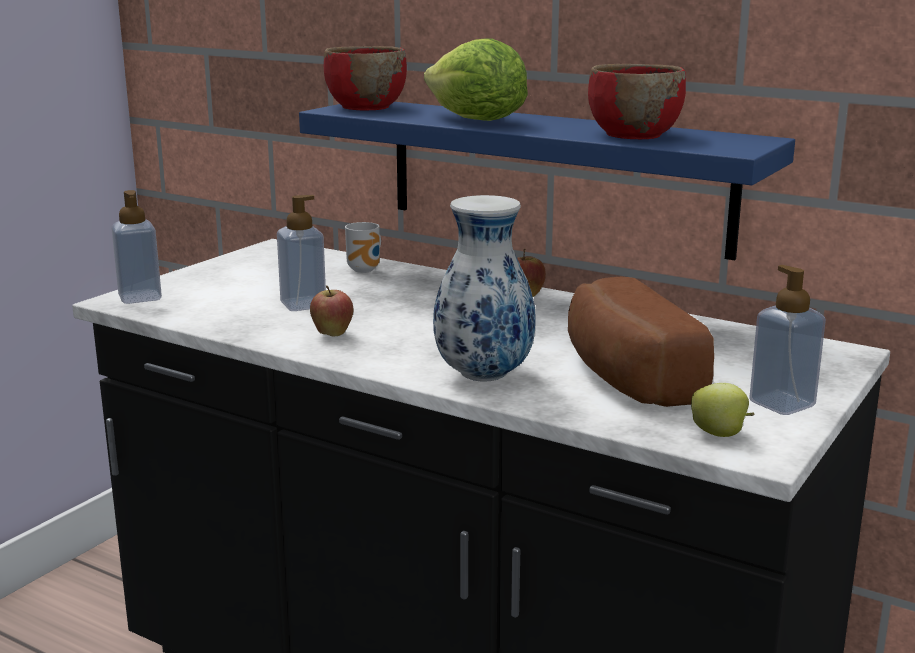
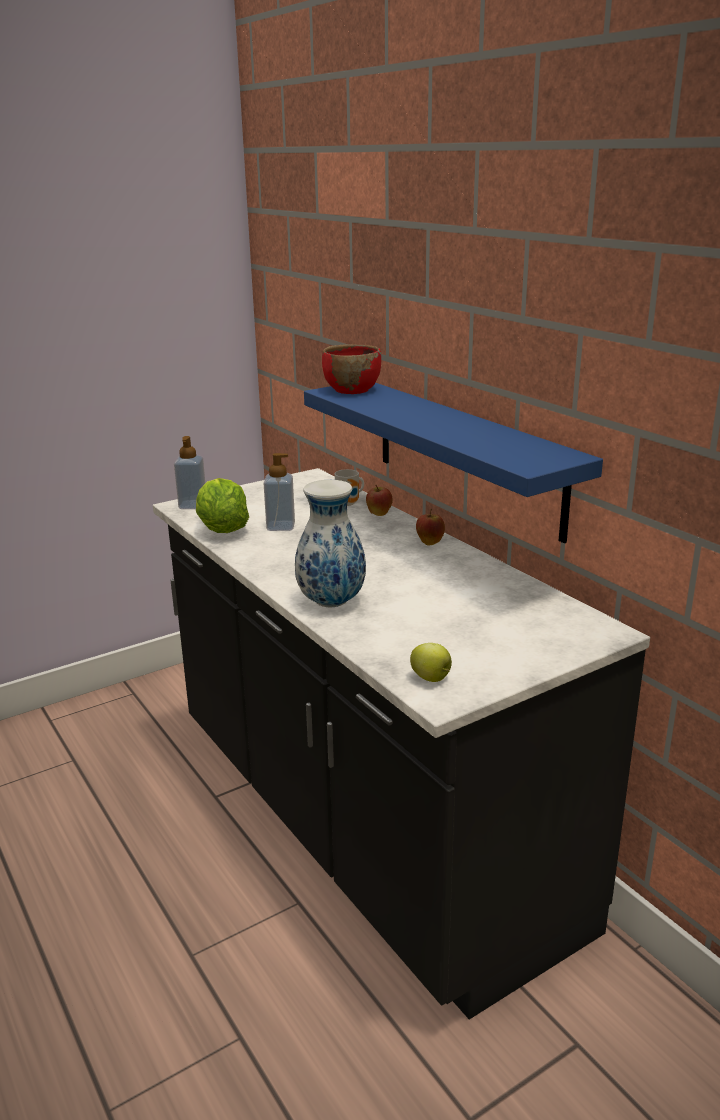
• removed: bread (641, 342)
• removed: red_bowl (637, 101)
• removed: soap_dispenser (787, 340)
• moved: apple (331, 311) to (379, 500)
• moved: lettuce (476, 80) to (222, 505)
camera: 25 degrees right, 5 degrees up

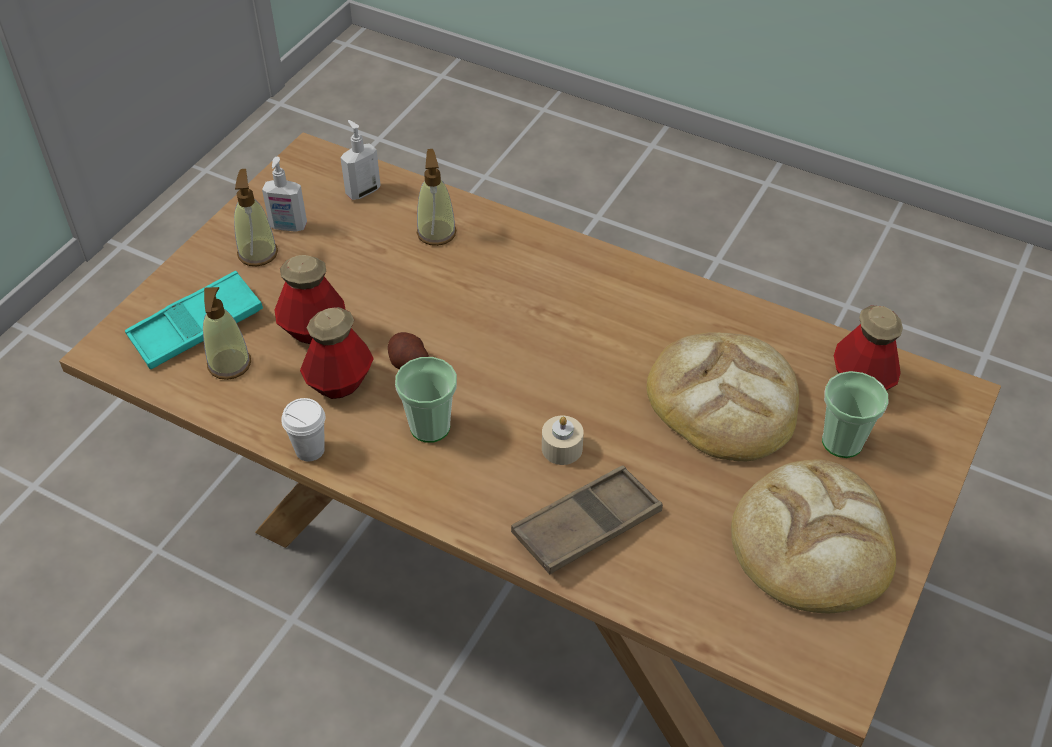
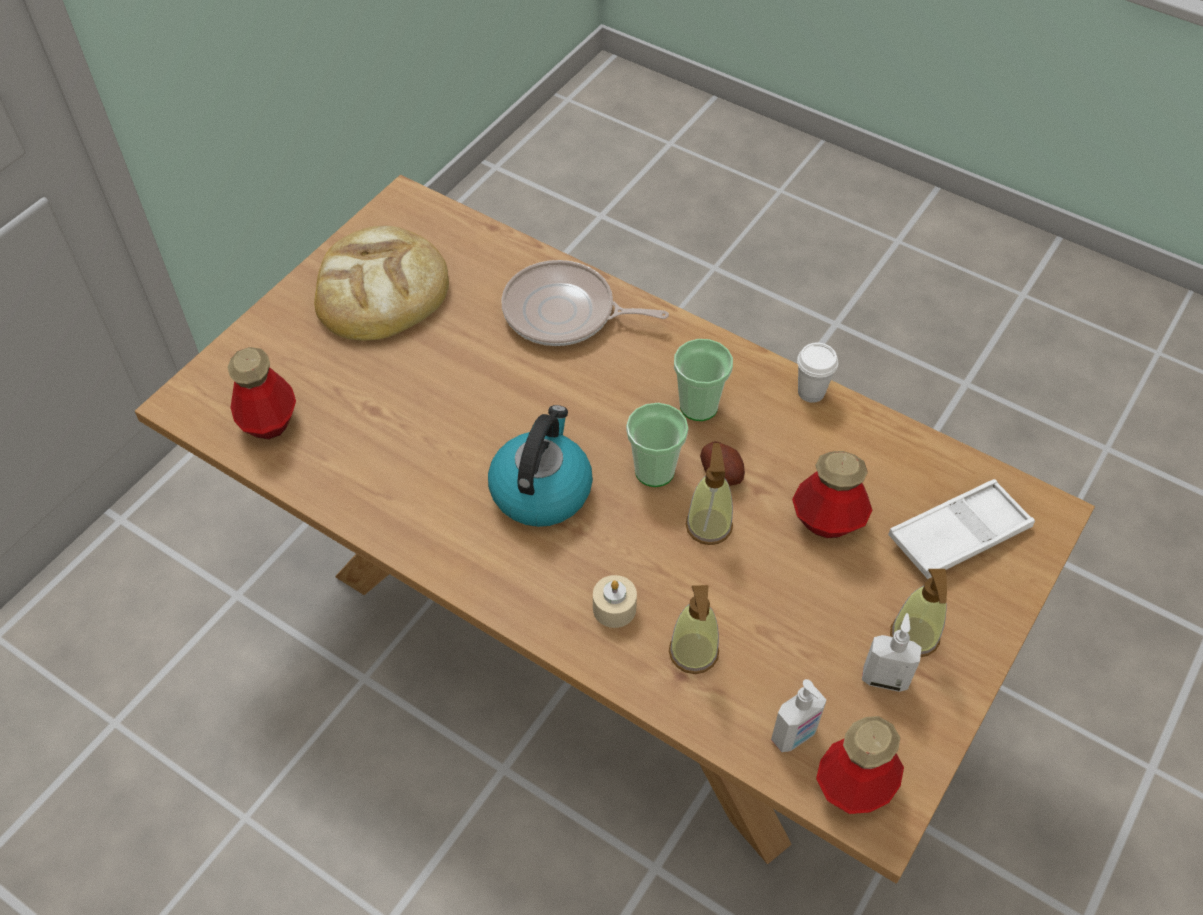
• removed: bread (723, 397)
• added: kettle (540, 466)
• moved: soap_dispenser (227, 333) to (709, 494)
• moved: bottle (337, 353) to (860, 765)
• moved: beige_candle (563, 440) to (615, 601)
• moved: cup (855, 414) to (657, 445)
• replaced: brown_tray (587, 520) to frying_pan (585, 303)
• recoloured: turquoise_tray (194, 320) to white_tray (961, 529)
camera: 175 degrees left, 5 degrees up

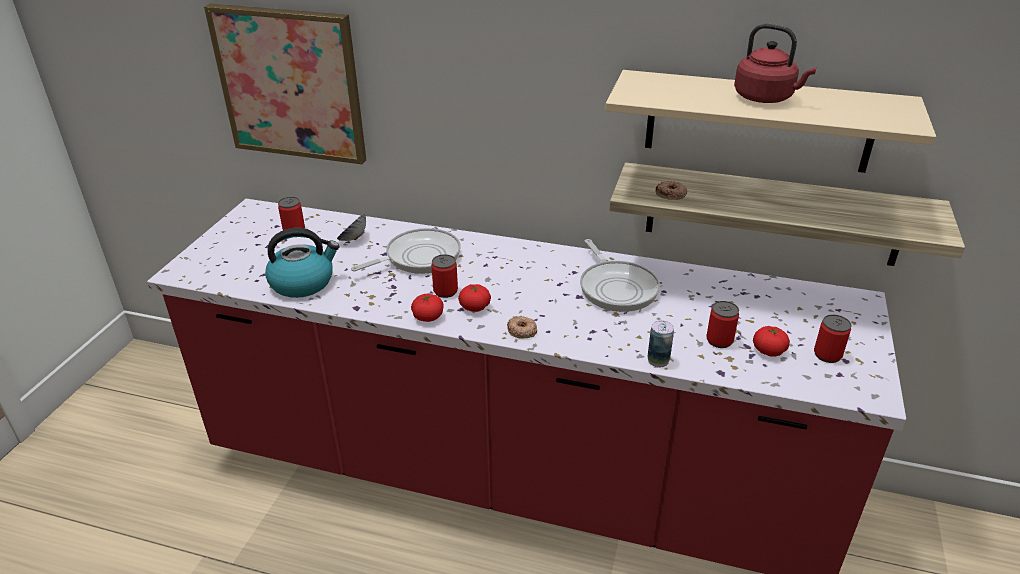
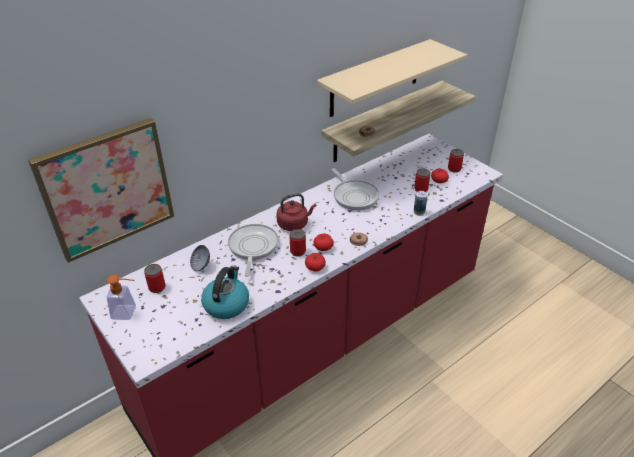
• added: soap_dispenser (121, 297)
• moved: red_kettle (775, 63) to (296, 212)
• turned: frying_pan (620, 275) = (355, 189) 45 degrees clockwise
camera: 55 degrees left, 5 degrees up

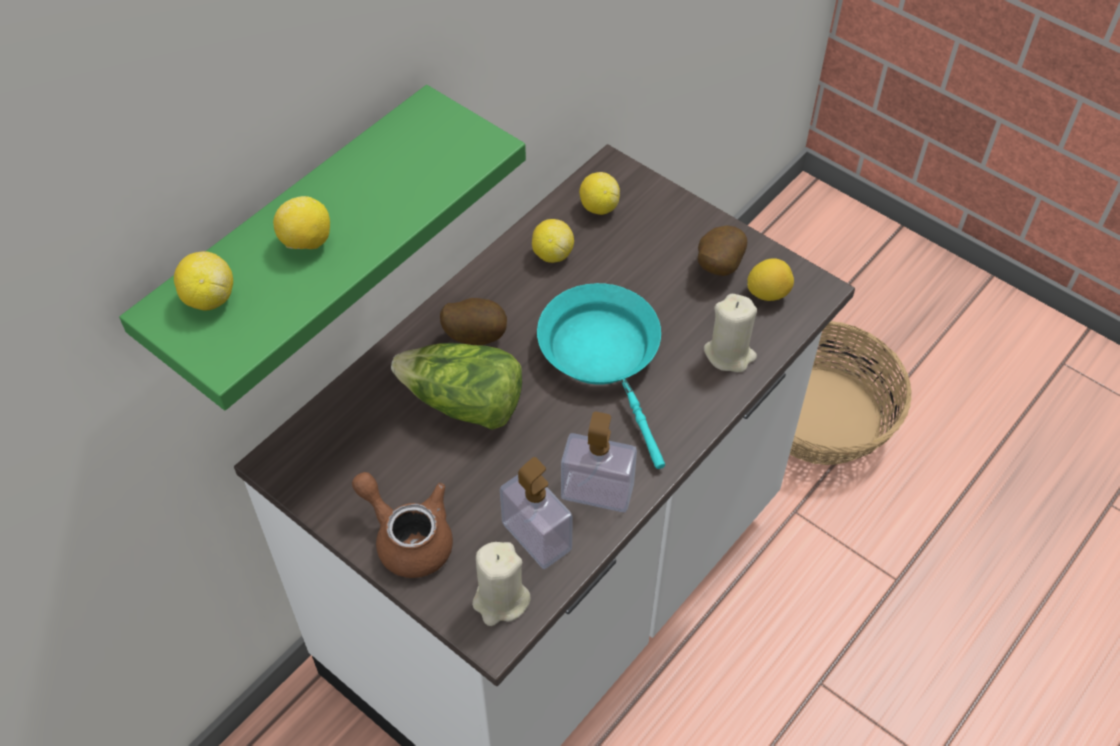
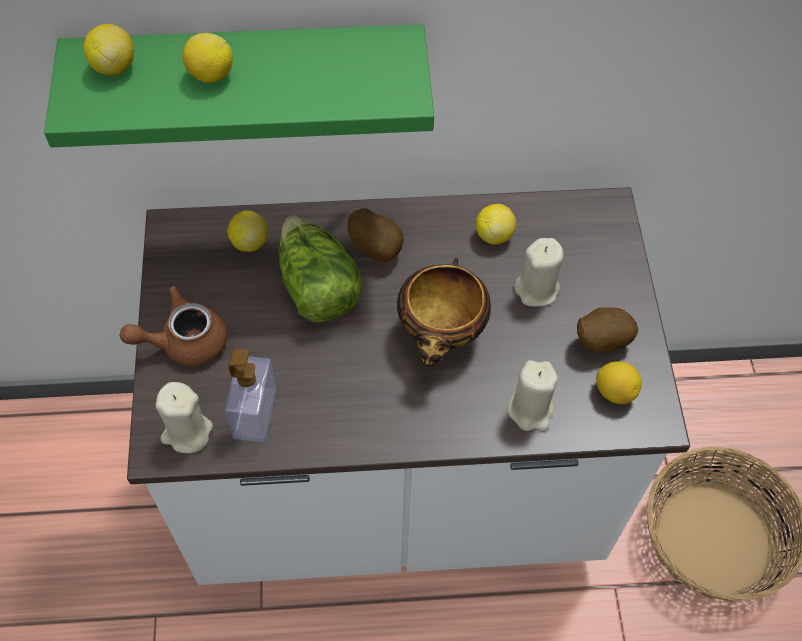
• removed: soap_dispenser (599, 462)
• added: beige_candle (538, 272)
• moved: lemon (599, 193) to (247, 231)
• replaced: turquoise_frying_pan (601, 376) to bowl (444, 312)
• turned: brown_teapot (402, 525) = (173, 326) 105 degrees counterclockwise
camera: 45 degrees right, 5 degrees up

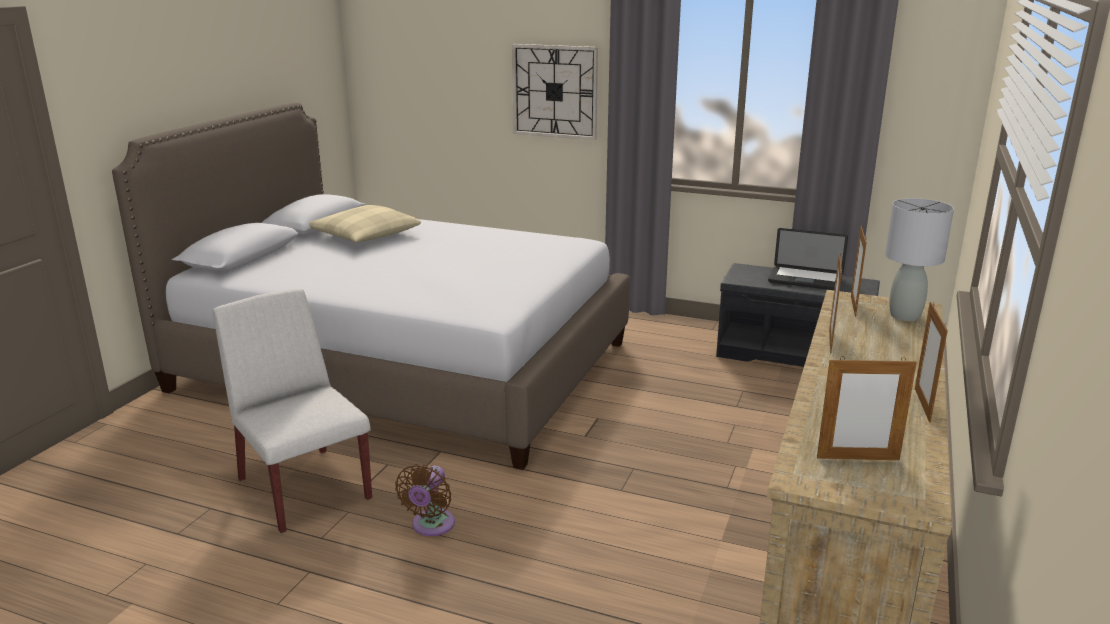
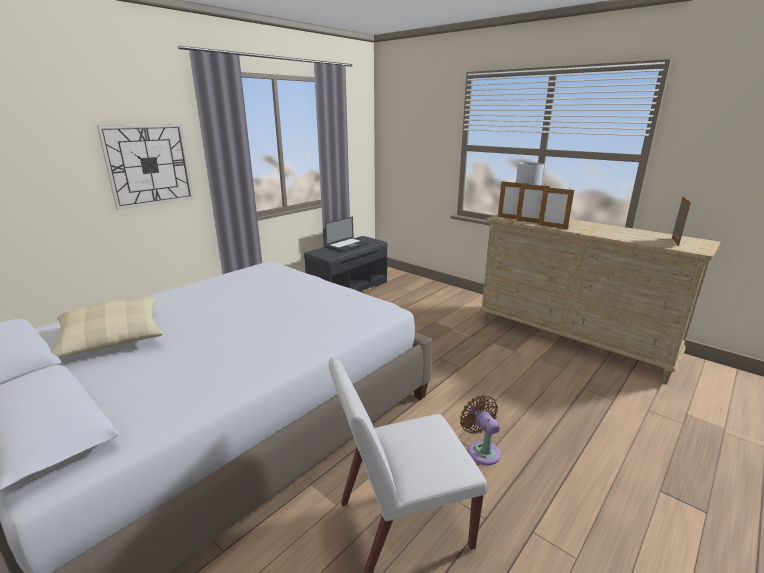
• moved: picture_frame (931, 362) to (533, 203)
• turned: brown_fan (425, 500) = (480, 430) 150 degrees counterclockwise
camera: 70 degrees left, 0 degrees up

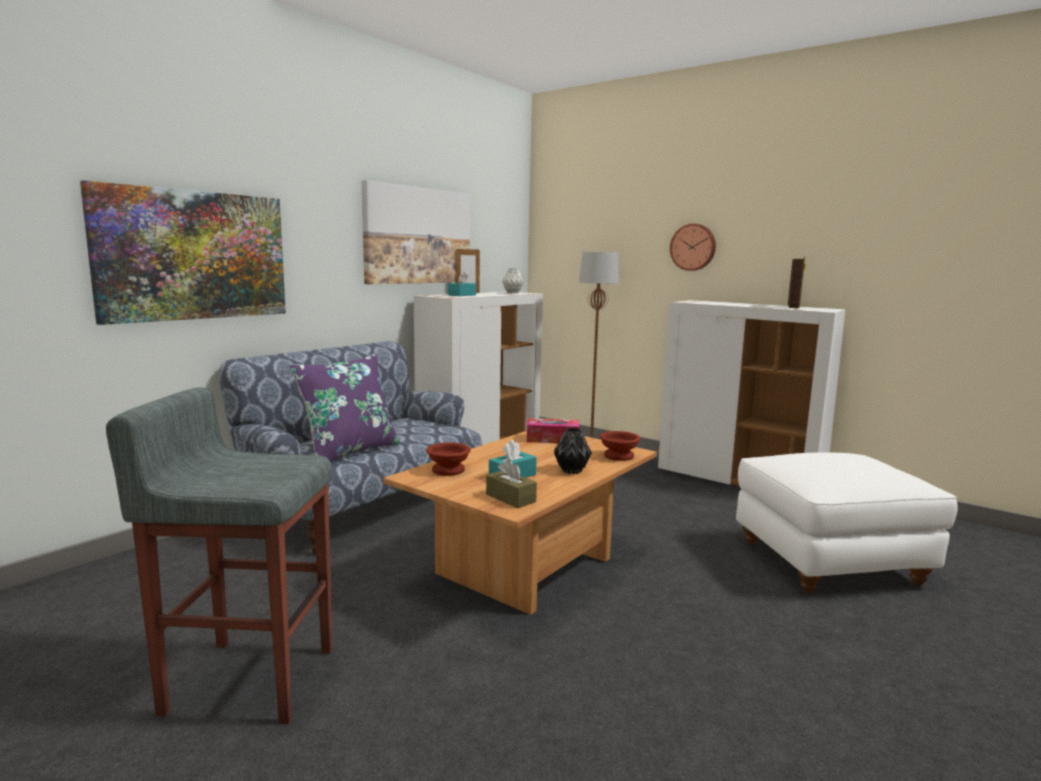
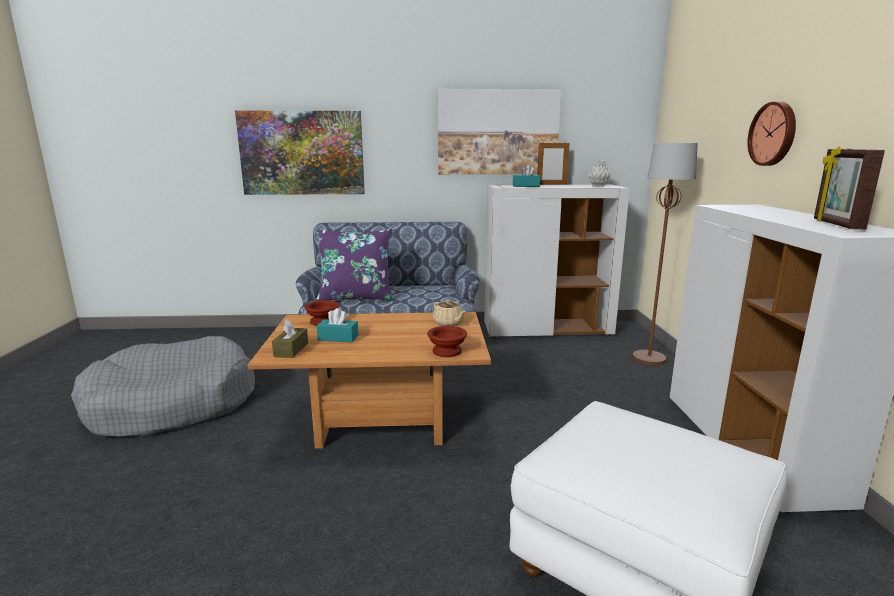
• removed: black_vase (573, 451)
• replaced: grey_stool (219, 555) to grey_dog_bed (163, 386)
• replaced: tissue_box (553, 430) to beige_teapot (449, 312)
• turned: picture_frame (797, 283) = (849, 187) 120 degrees clockwise
camera: 50 degrees right, 5 degrees up

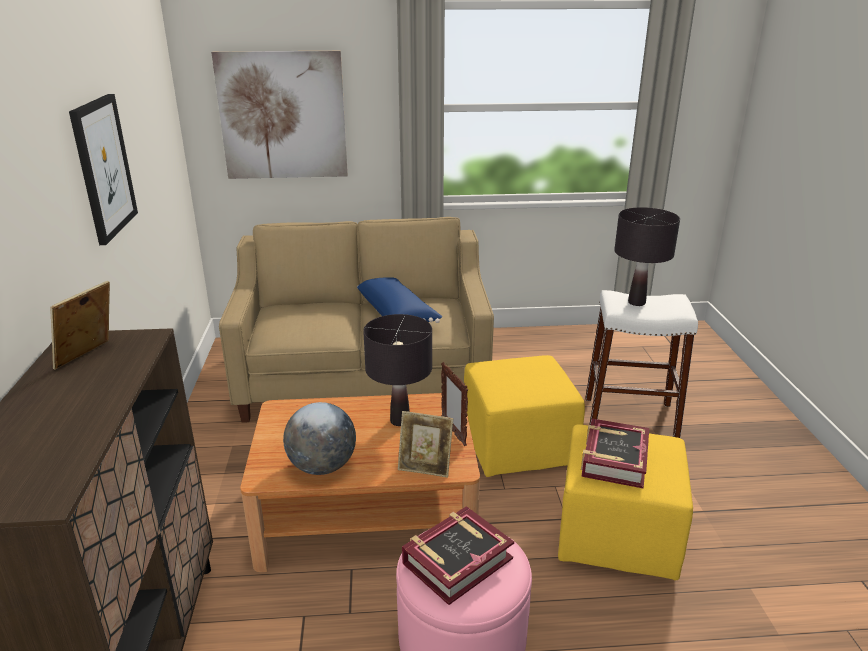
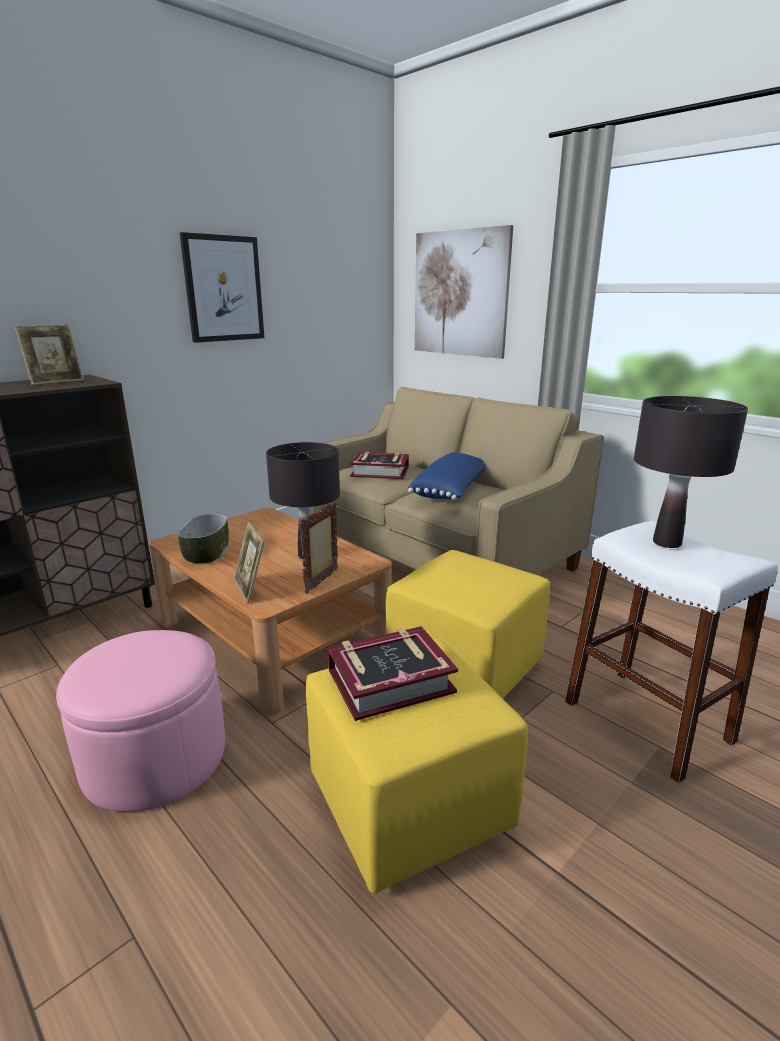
• moved: book (458, 555) to (379, 465)
• replaced: globe (319, 438) to bowl (203, 538)
• turned: picture_frame (80, 325) = (49, 355) 150 degrees clockwise
camera: 50 degrees right, 5 degrees down

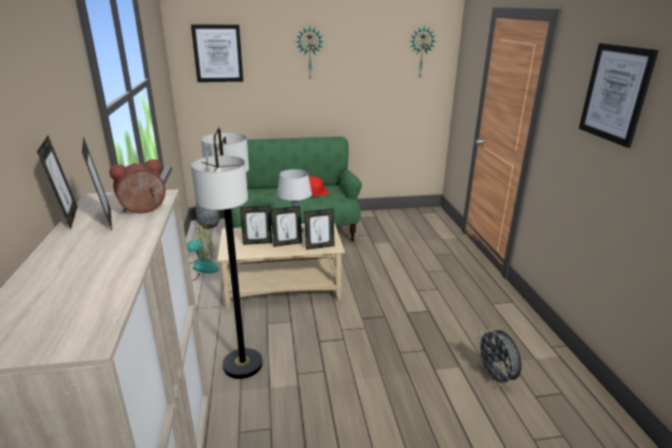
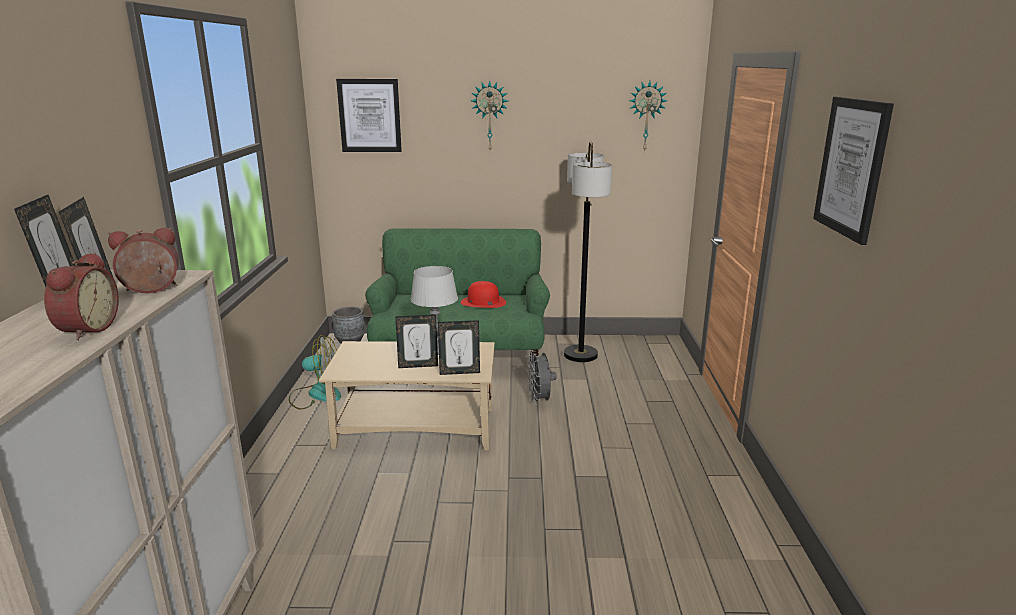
• removed: picture_frame (256, 225)
• added: alarm_clock (81, 296)
• moved: floor_lamp (227, 253) to (588, 251)
• moved: grey_fan (499, 357) to (542, 377)
camera: 10 degrees right, 5 degrees down

